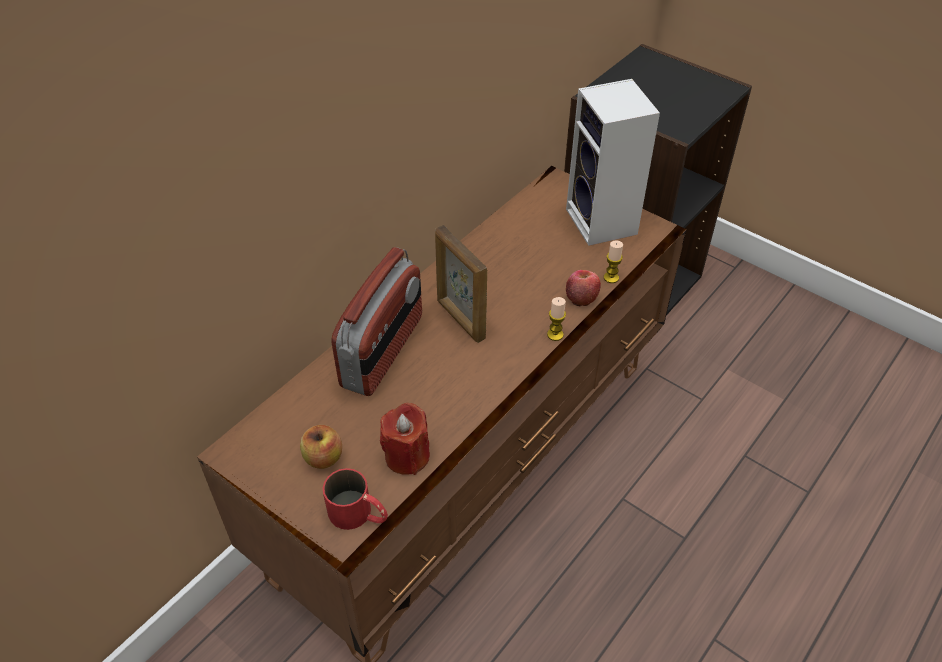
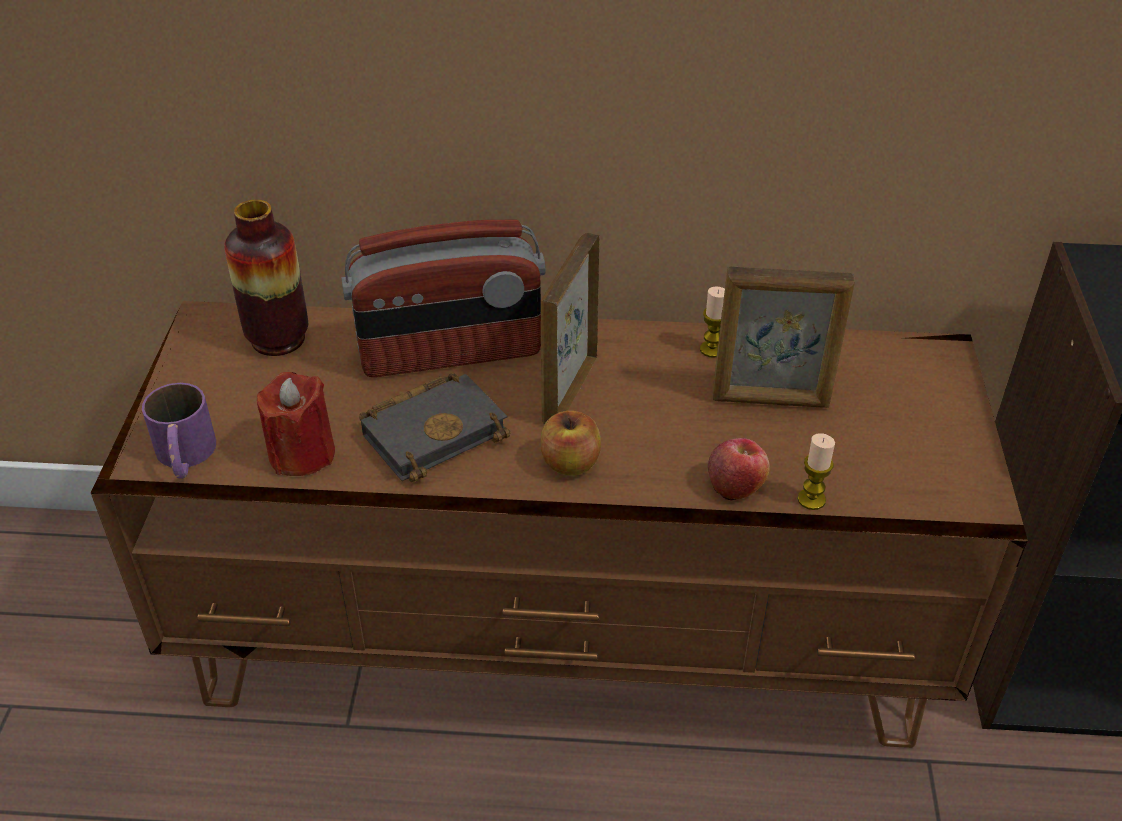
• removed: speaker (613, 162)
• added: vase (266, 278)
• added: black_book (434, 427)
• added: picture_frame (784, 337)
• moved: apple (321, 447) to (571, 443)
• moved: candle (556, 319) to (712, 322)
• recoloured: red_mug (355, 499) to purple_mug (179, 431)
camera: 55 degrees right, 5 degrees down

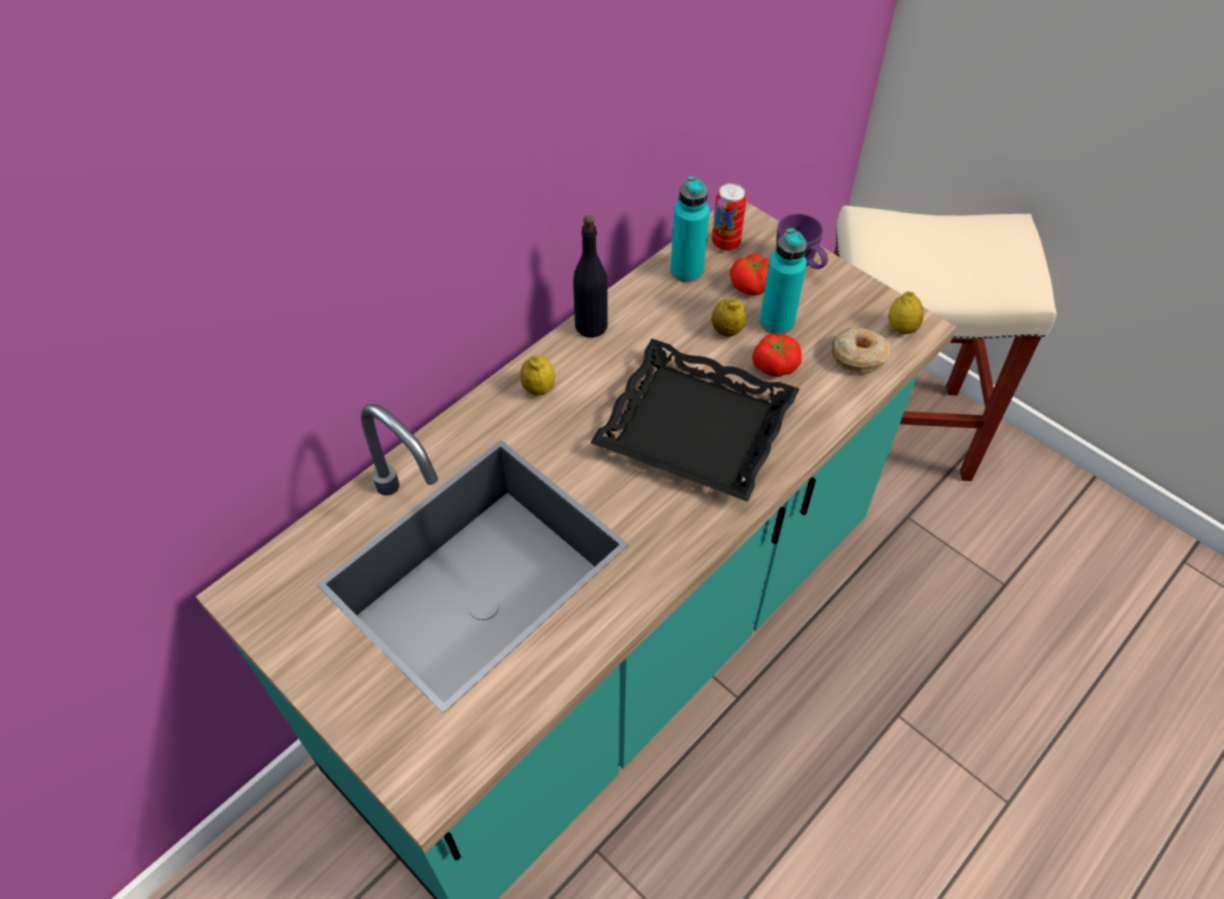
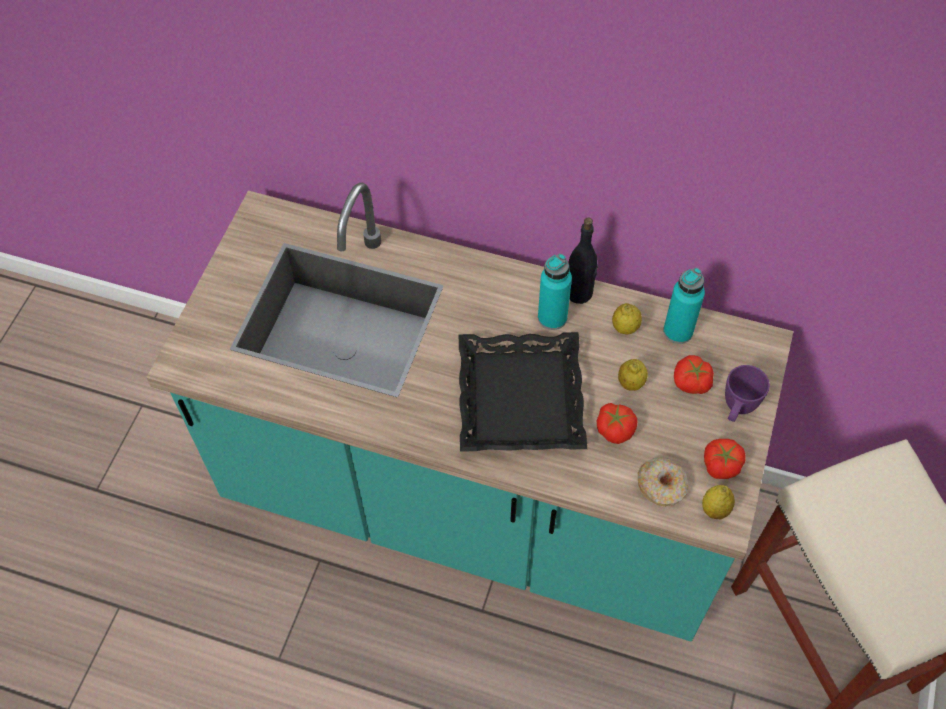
• removed: can (729, 217)
• added: tomato (725, 459)
• moved: lemon (537, 375) to (627, 319)
• moved: turquoise_bottle (783, 281) to (555, 292)
camera: 65 degrees right, 5 degrees up

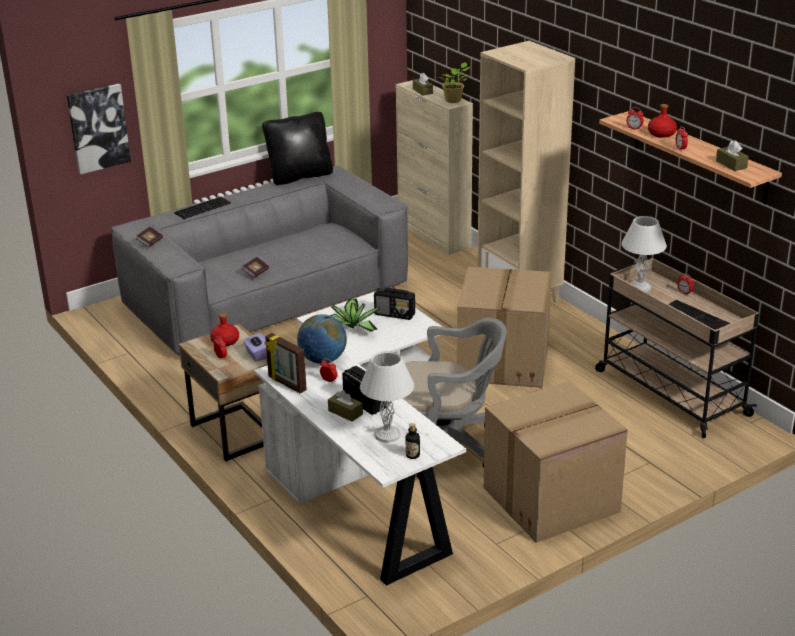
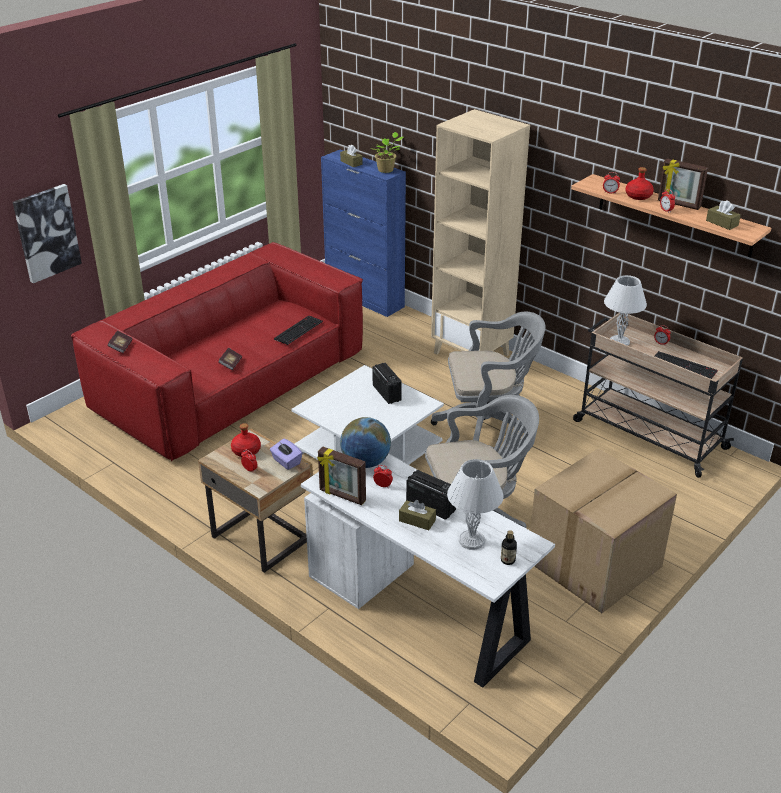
• removed: black_pillow (297, 148)
• removed: potted_plant (355, 315)
• added: picture_frame (683, 184)
• moved: keyboard (202, 208) to (298, 330)
• replaced: cardboard_box (504, 327) to grey_office_chair (488, 376)
• recoloured: grey_sofa (259, 261) to red_sofa (217, 351)
• recoloured: beige_cabinet (434, 167) to blue_cabinet (363, 233)
• turned: radio (394, 303) = (387, 383) 120 degrees counterclockwise
camera: 15 degrees left, 5 degrees up

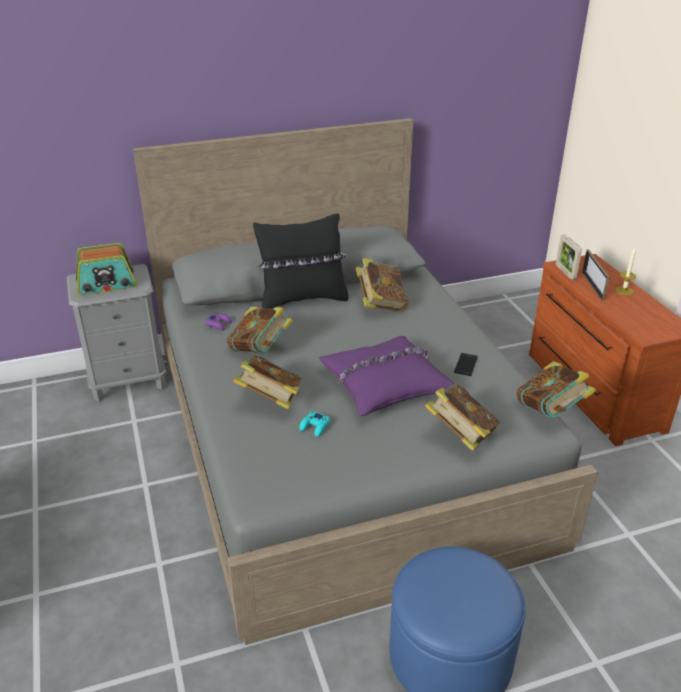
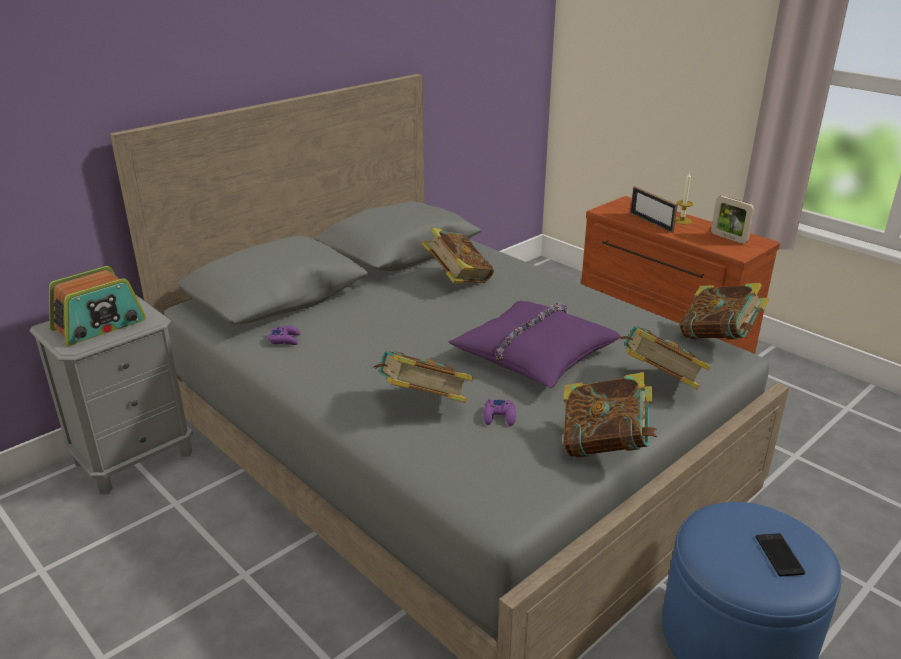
• removed: black_pillow (300, 261)
• moved: book (260, 330) to (610, 414)
• moved: phone (466, 364) to (780, 554)
• moved: picture_frame (569, 257) to (733, 220)
• recoloured: turquoise_game_controller (314, 424) to purple_game_controller (499, 412)
camera: 25 degrees left, 5 degrees down

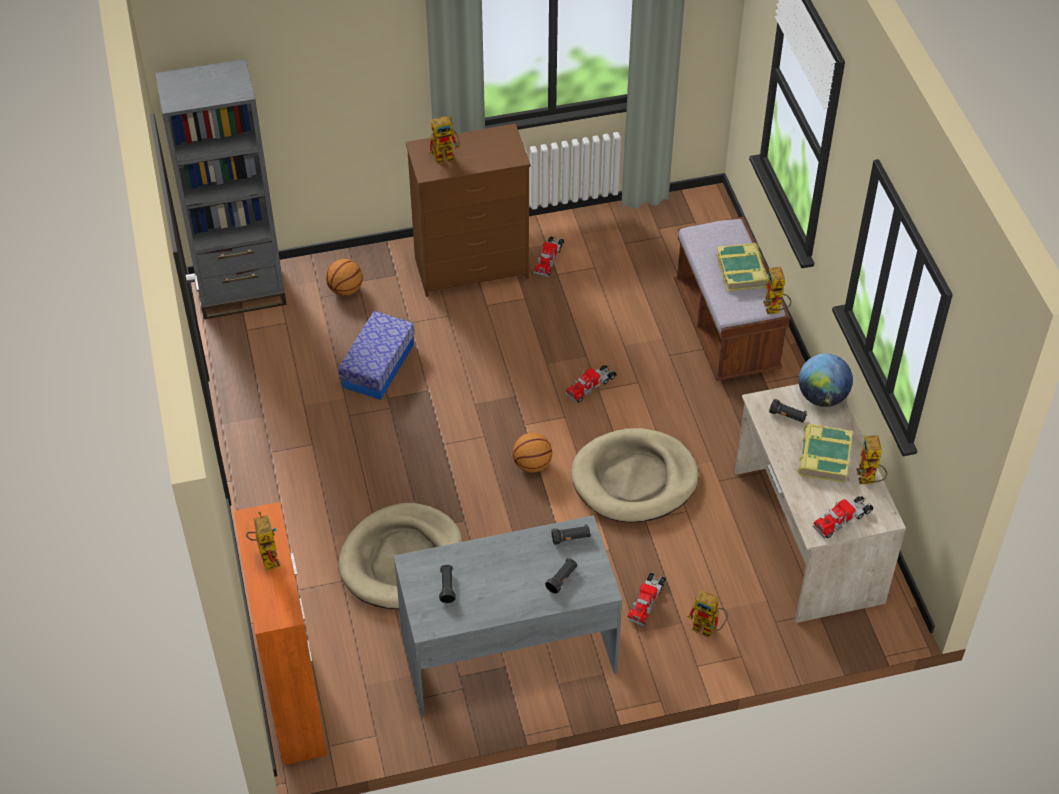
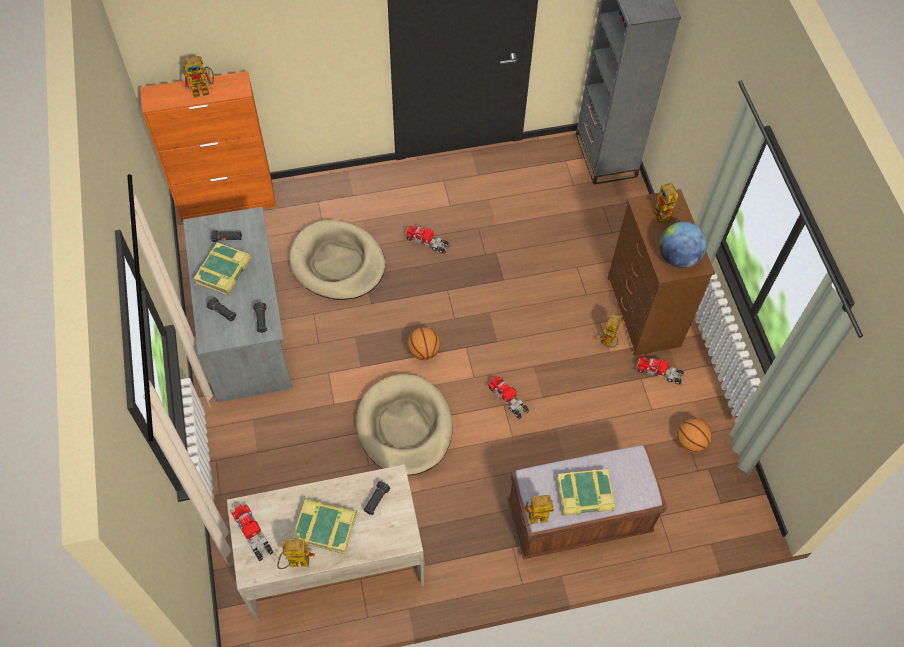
• removed: storage_box (376, 355)
• added: book (223, 268)
• moved: basketball (344, 277) to (694, 435)
• moved: toy_truck (647, 599) to (427, 240)
• moved: toy_robot (707, 614) to (610, 330)
• moved: globe (826, 380) to (683, 245)
camera: 90 degrees right, 10 degrees up

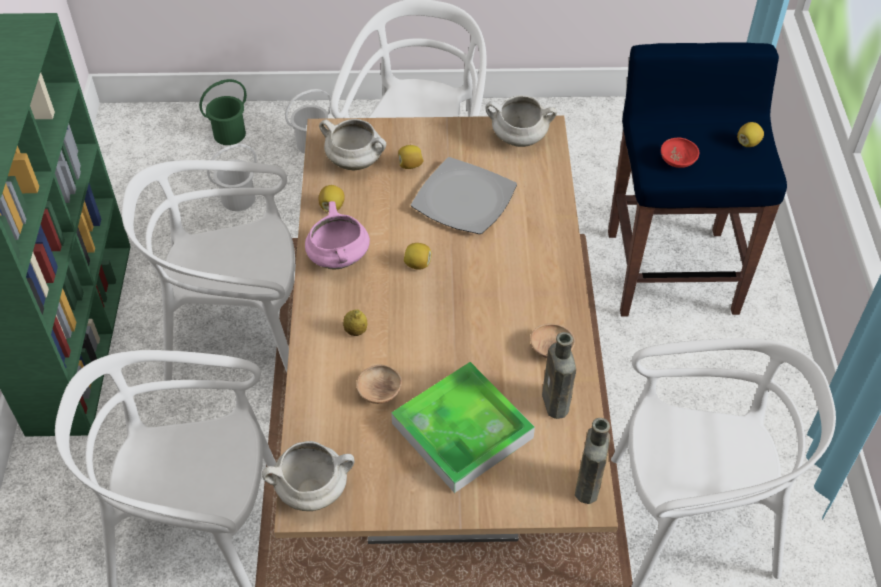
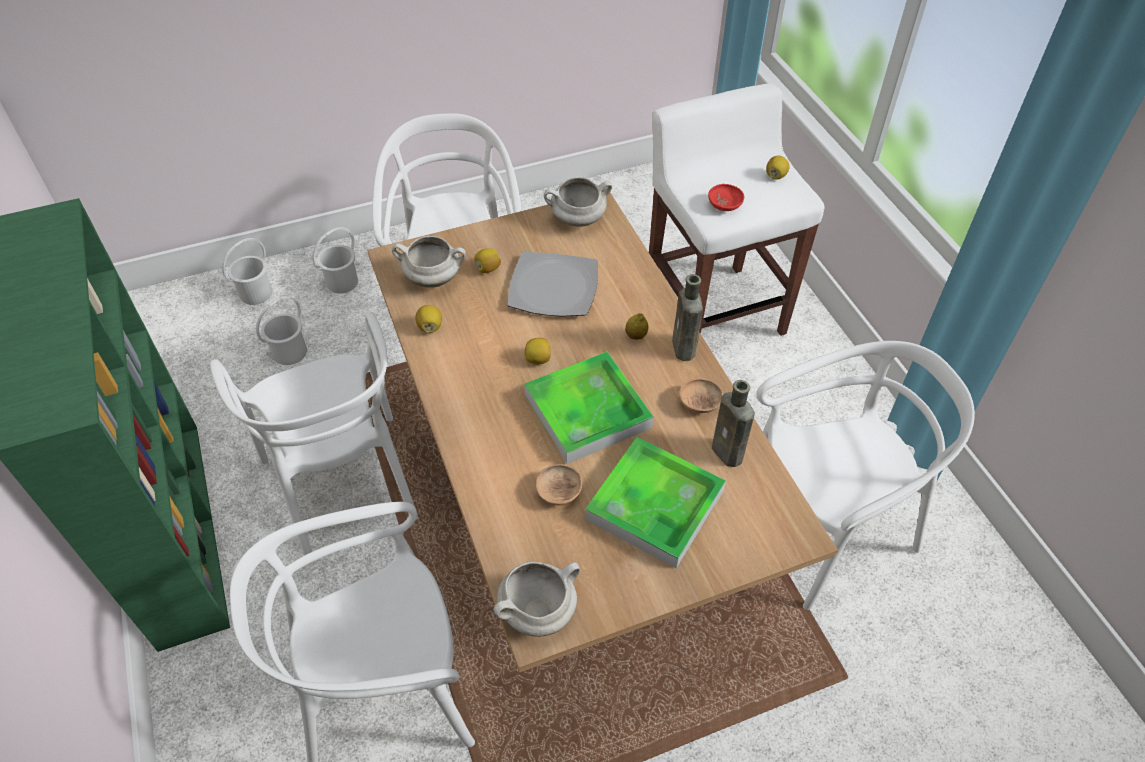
• removed: pink_cooking_pot (337, 235)
• added: tray (589, 408)
• moved: lemon (355, 322) to (637, 326)
• moved: brown_bottle (592, 461) to (687, 317)
• recoloured: green_bucket (223, 112) to white_bucket (247, 271)
• recoloured: blue_stool (697, 179) to white_stool (736, 210)
• turned: white_chair (209, 270) = (314, 433) 90 degrees counterclockwise
camera: 20 degrees left, 0 degrees up

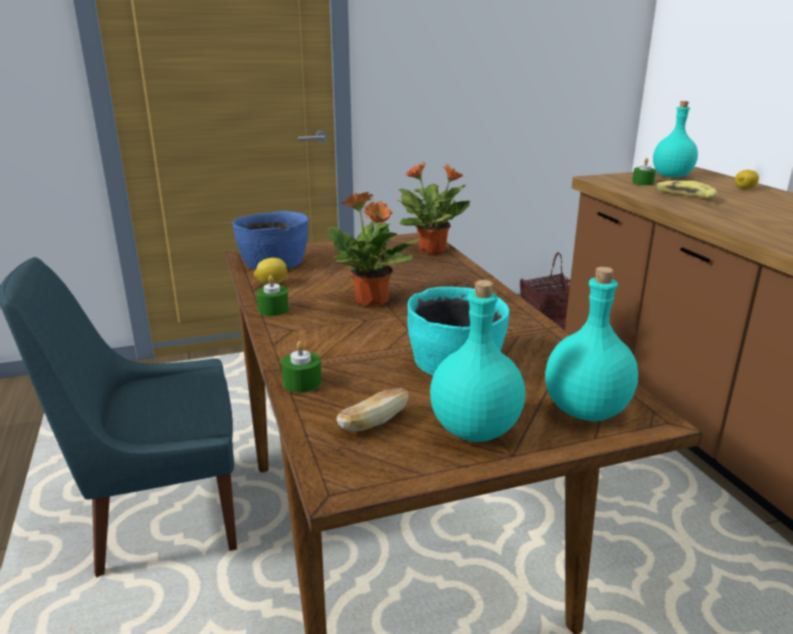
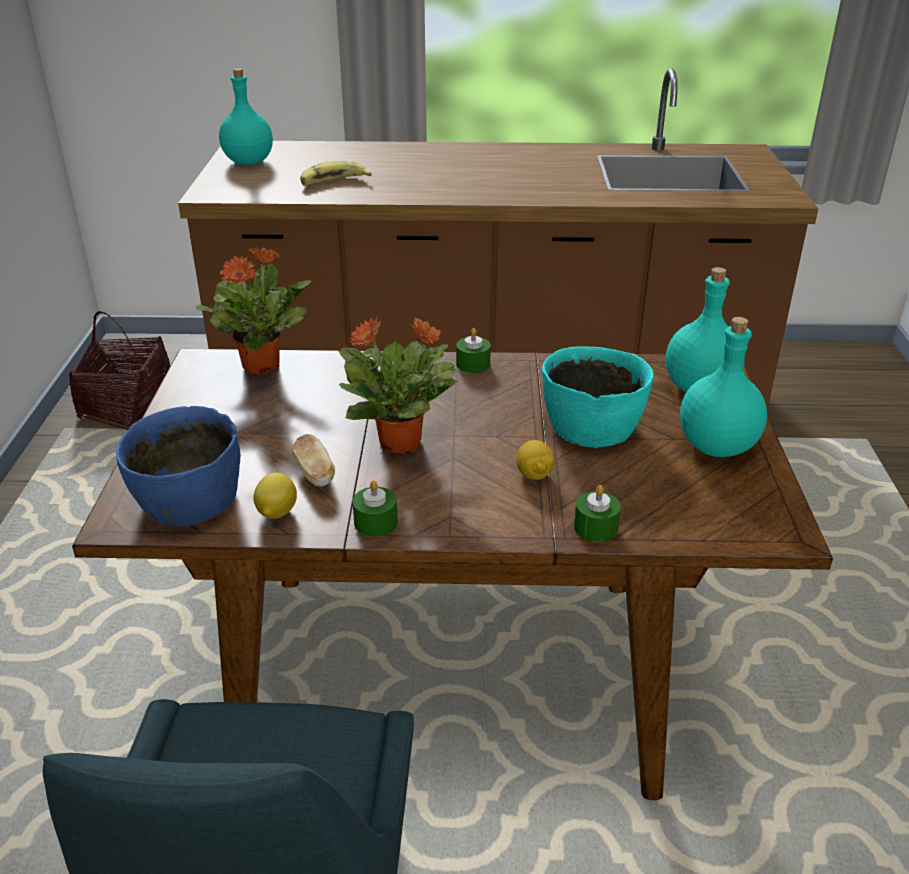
• moved: bread (372, 409) to (313, 460)
• moved: green_candle (644, 171) to (473, 350)
• moved: lemon (747, 179) to (535, 460)
camera: 70 degrees left, 10 degrees up

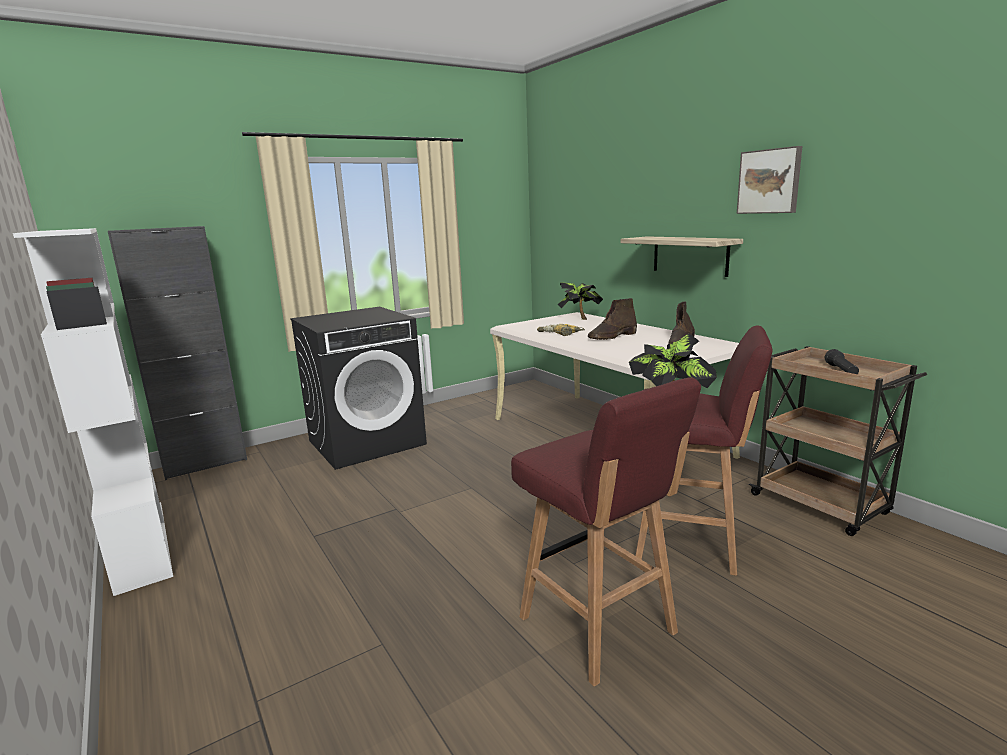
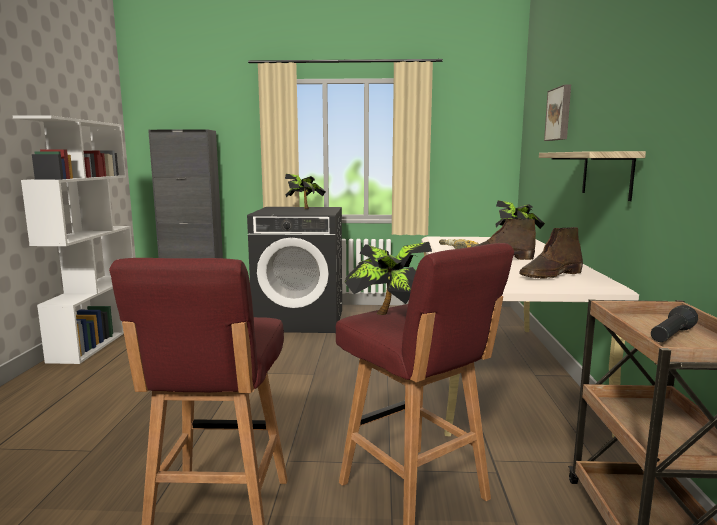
• added: potted_plant (305, 191)
• moved: picture (769, 180) to (557, 112)
camera: 35 degrees right, 5 degrees down

